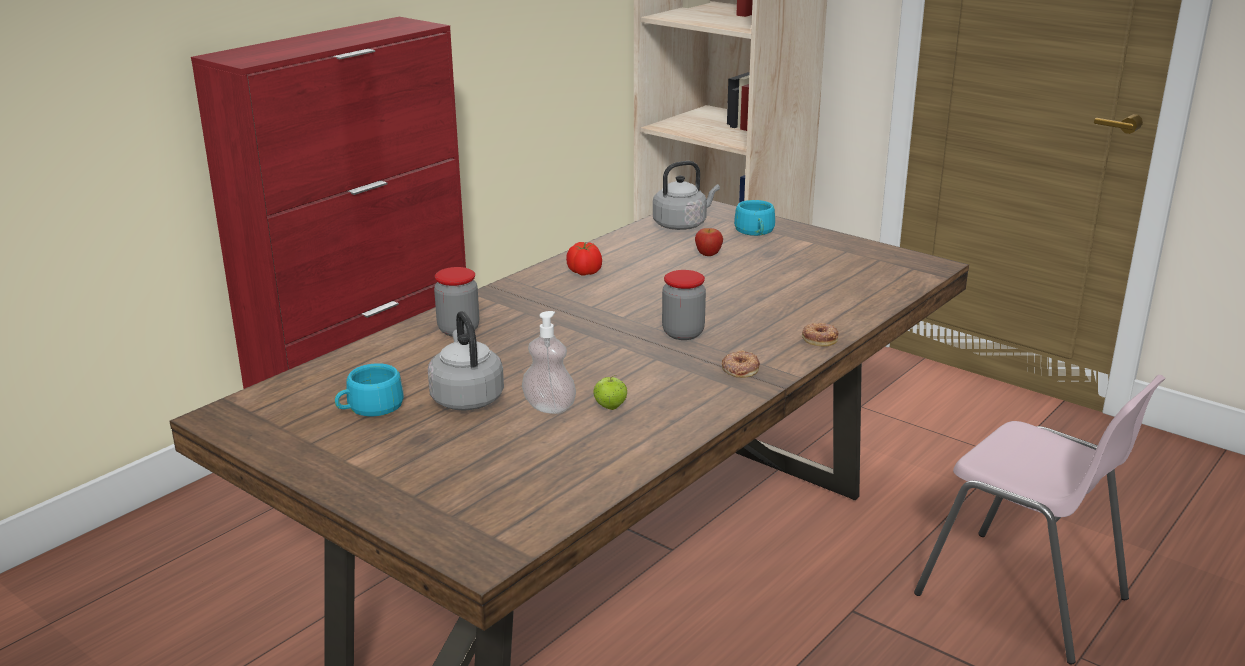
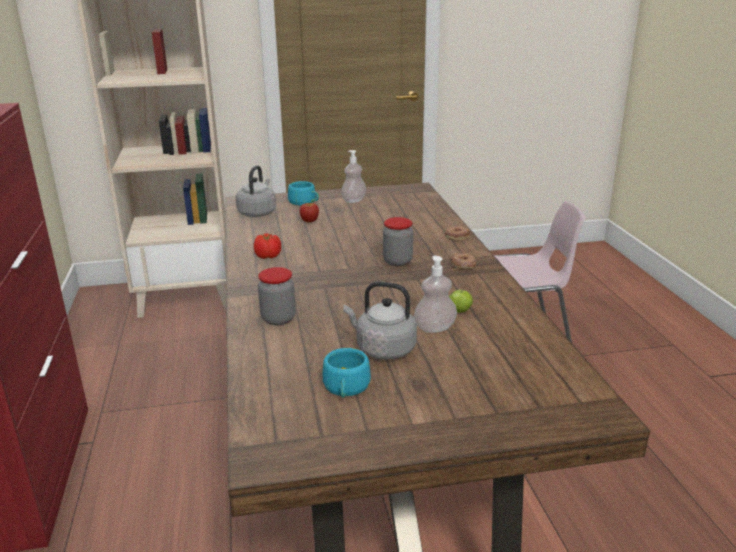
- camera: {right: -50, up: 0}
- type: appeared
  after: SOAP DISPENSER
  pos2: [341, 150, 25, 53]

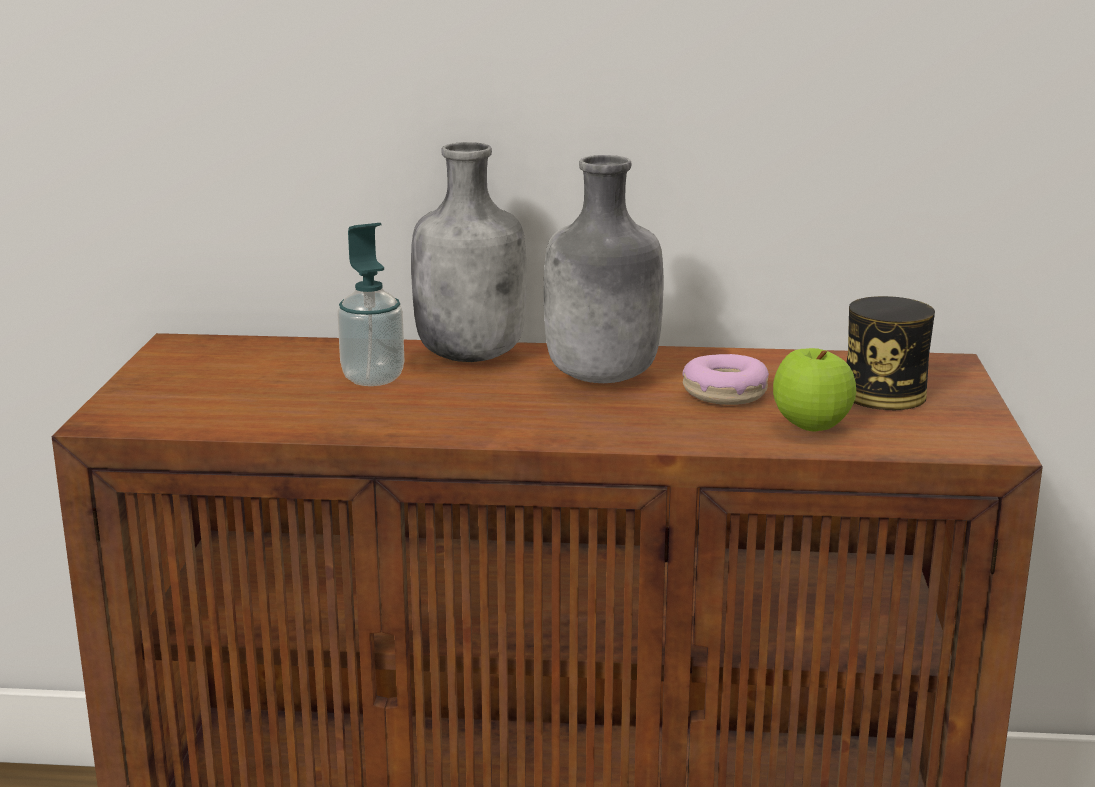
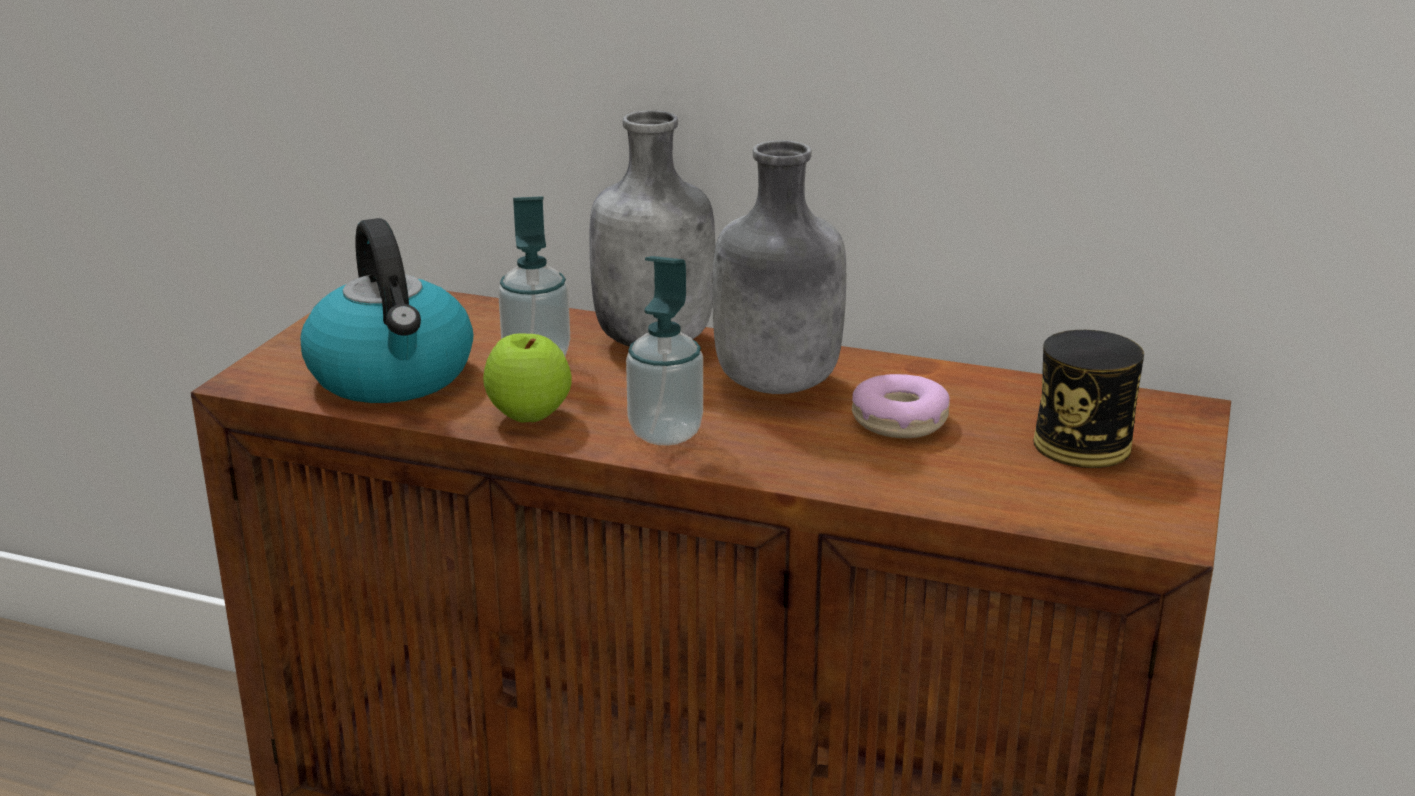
- camera: {right: 15, up: 5}
- type: relocated
  before: APPLE
  pos1: [773, 348, 83, 84]
  pos2: [483, 333, 89, 89]
- type: appeared
  after: TEA KETTLE
  pos2: [301, 218, 172, 185]
- type: appeared
  after: SOAP DISPENSER
  pos2: [626, 256, 77, 190]

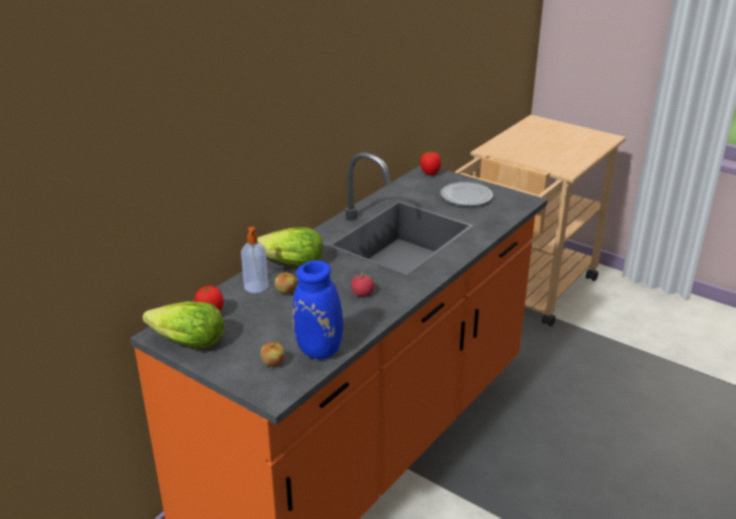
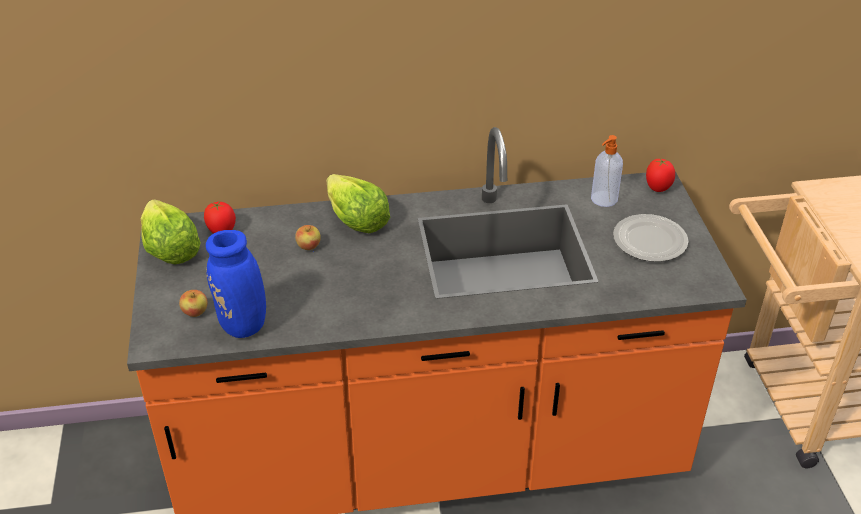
- camera: {right: 45, up: 10}
- type: relocated
  before: SOAP DISPENSER
  pos1: [241, 227, 27, 66]
  pos2: [591, 135, 32, 72]
- type: missing
  before: WHOLE TOMATO
  pos1: [351, 271, 23, 25]

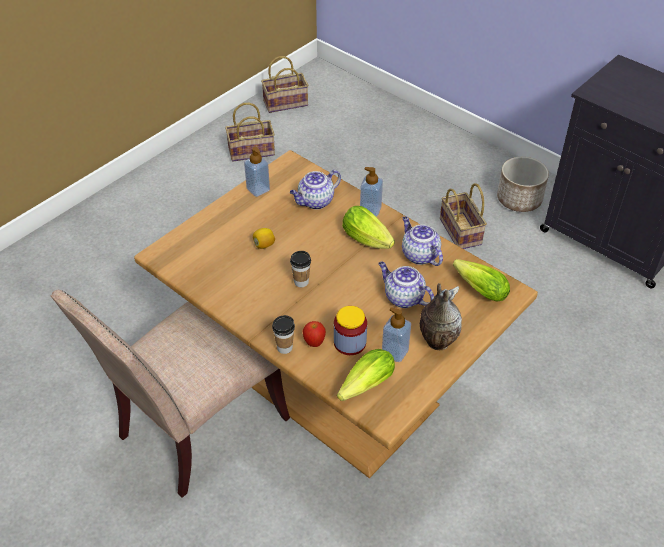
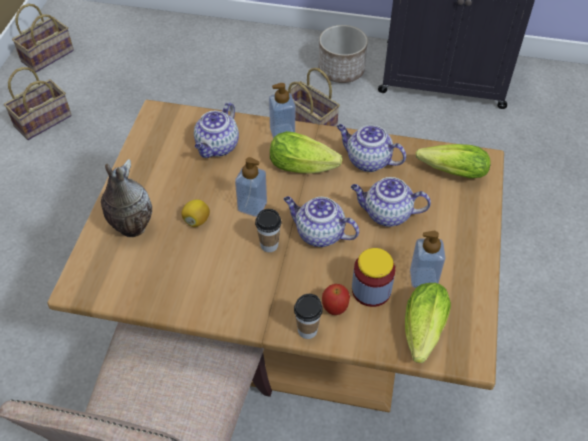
- camera: {right: -30, up: 5}
- type: relocated
  before: SOAP DISPENSER
  pos1: [244, 147, 26, 50]
  pos2: [235, 157, 32, 60]
- type: relocated
  before: FLOWER VASE
  pos1: [420, 283, 42, 67]
  pos2: [101, 159, 51, 78]
- type: appeared
  after: TEAPOT
  pos2: [284, 196, 75, 51]

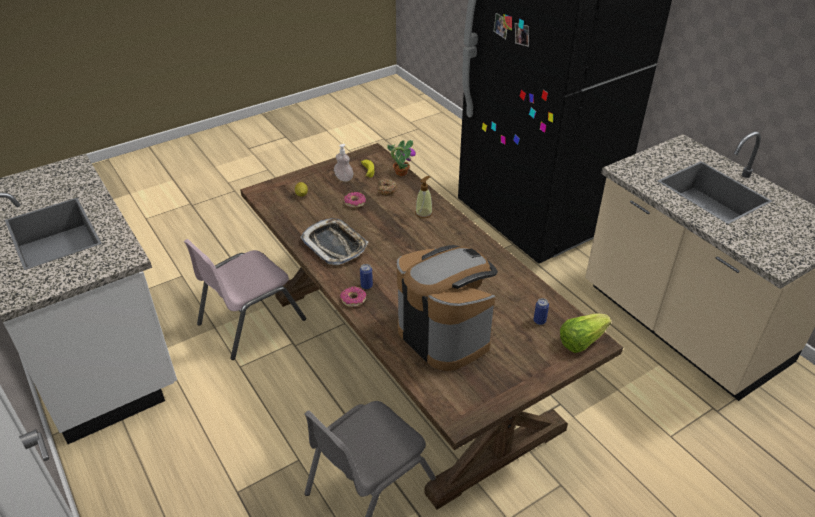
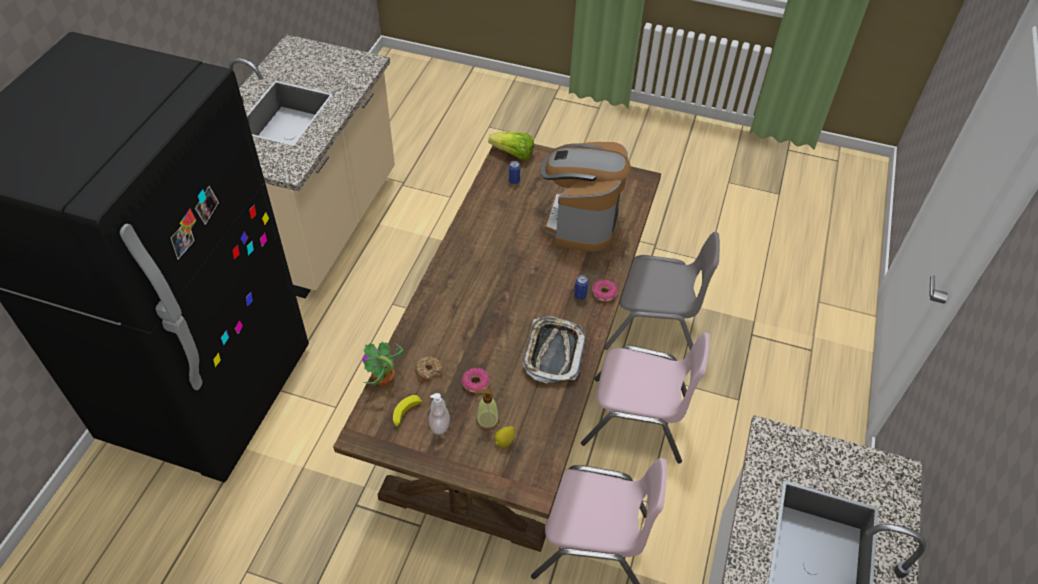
- camera: {right: -130, up: 10}
- type: relocated
  before: SOAP DISPENSER
  pos1: [415, 176, 18, 42]
  pos2: [475, 389, 24, 41]
- type: appeared
  after: PINK PLAIN CHAIR
  pos2: [581, 332, 129, 132]

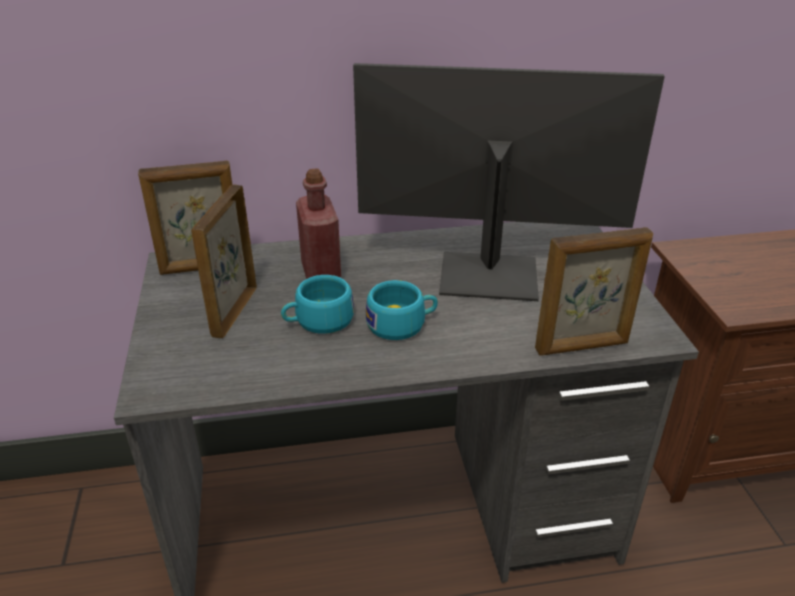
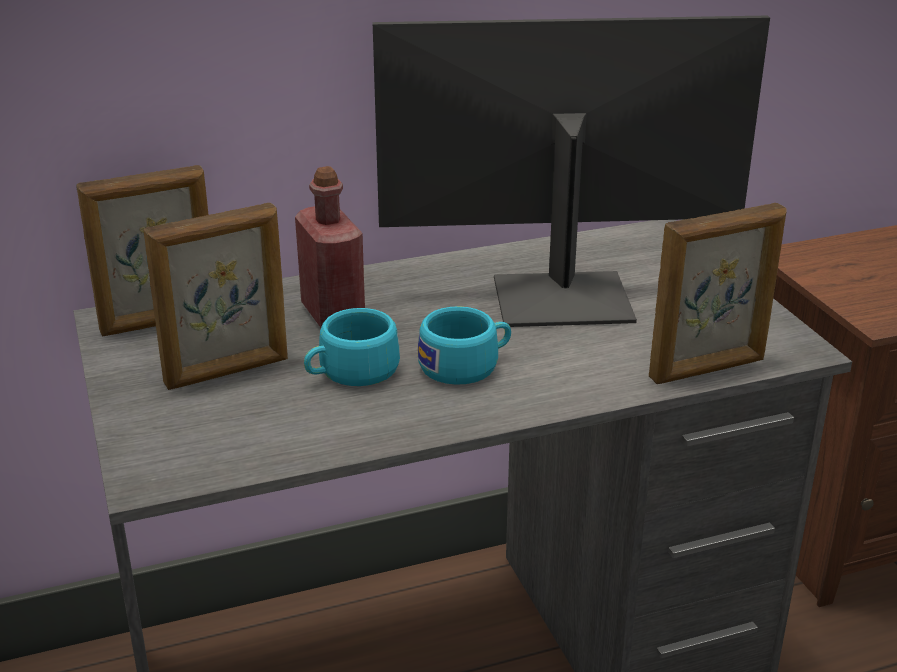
- camera: {right: -10, up: -5}
- type: spun
  before: PHOTO FRAME
  pos1: [191, 185, 66, 153]
  pos2: [143, 203, 145, 187]
  turn: -120

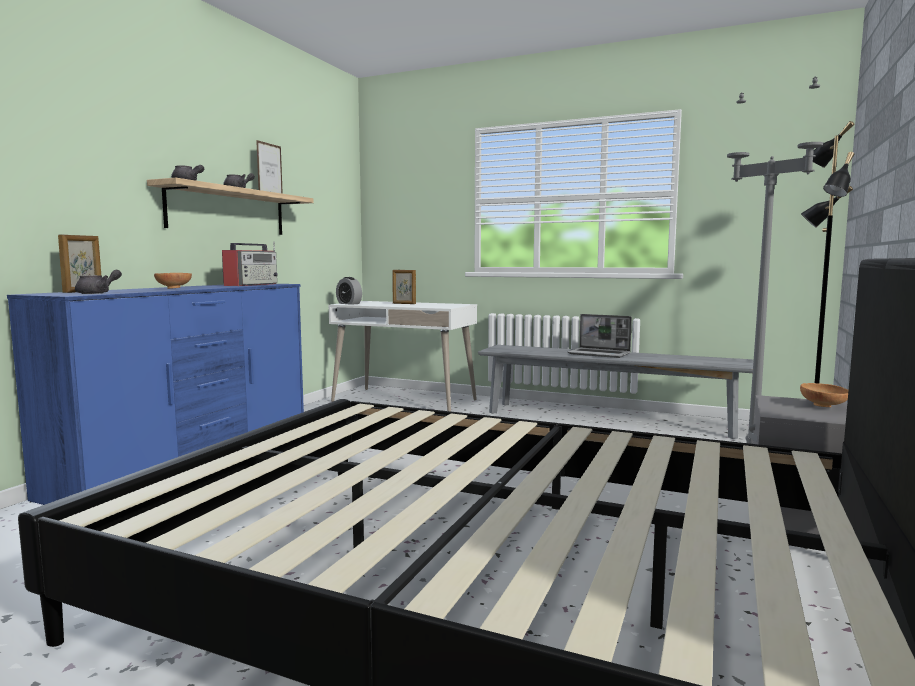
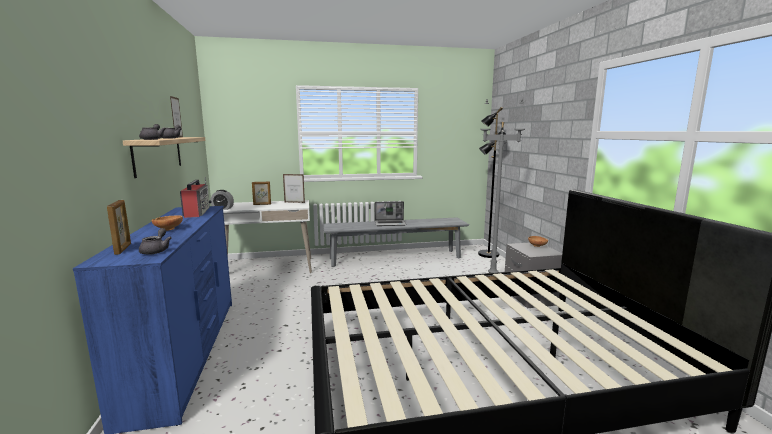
- camera: {right: -35, up: 5}
- type: appeared
  after: PHOTO FRAME
  pos2: [283, 174, 22, 29]

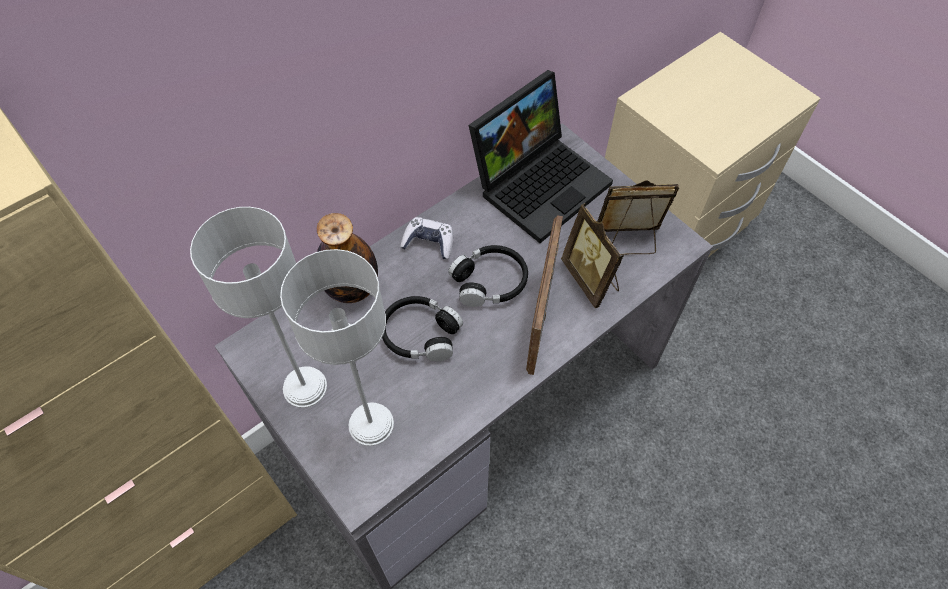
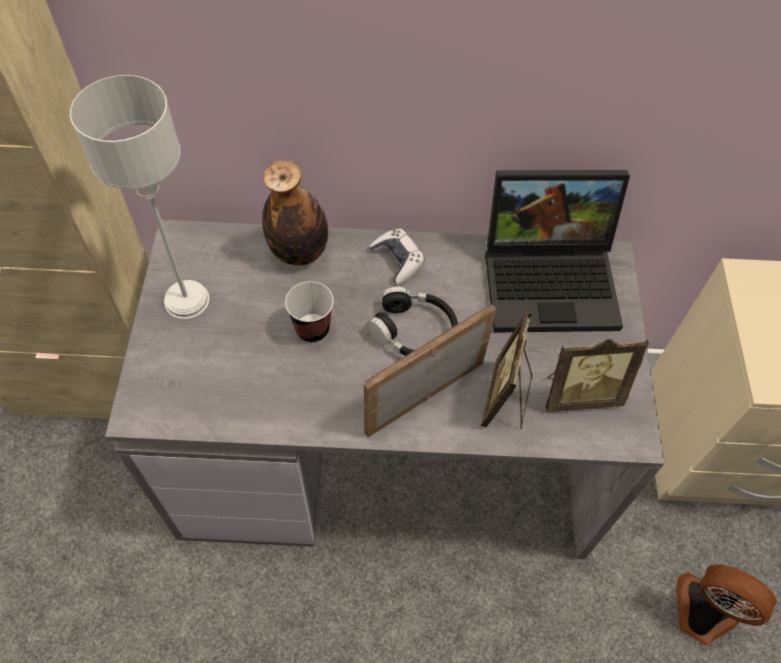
- camera: {right: 40, up: 0}
- type: missing
  before: GREYISH TABLE LAMP
  pos1: [280, 249, 114, 197]
- type: exchanged
  before: BLACKISH HEADSET
  after: CUP
  pos1: [382, 296, 81, 65]
  pos2: [285, 281, 49, 62]
- type: spun
  before: PHOTO FRAME
  pos1: [597, 180, 82, 75]
  pos2: [546, 339, 103, 73]
  turn: 135
- type: appeared
  after: ELECTRIC FAN
  pos2: [676, 564, 101, 81]

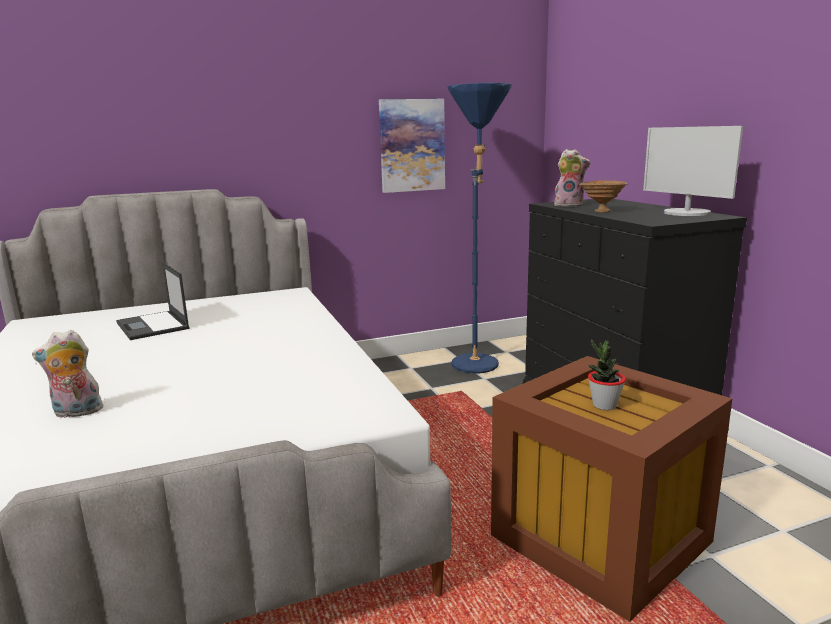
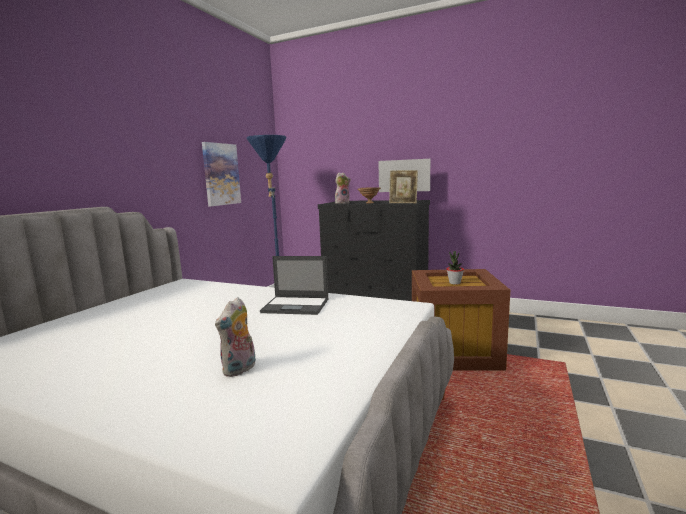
- camera: {right: -45, up: -5}
- type: relocated
  before: LAPTOP
  pos1: [116, 262, 74, 78]
  pos2: [260, 256, 69, 59]
- type: appeared
  after: PHOTO FRAME
  pos2: [389, 170, 29, 33]

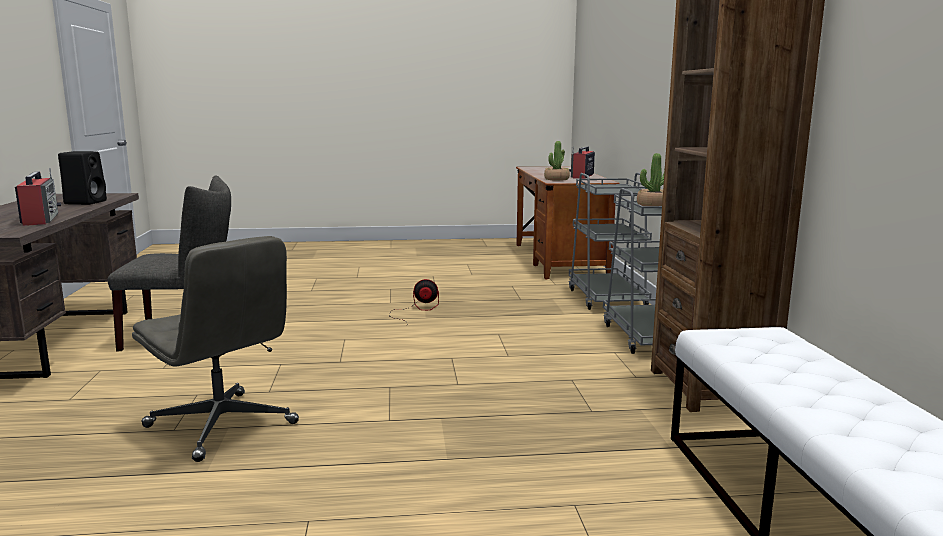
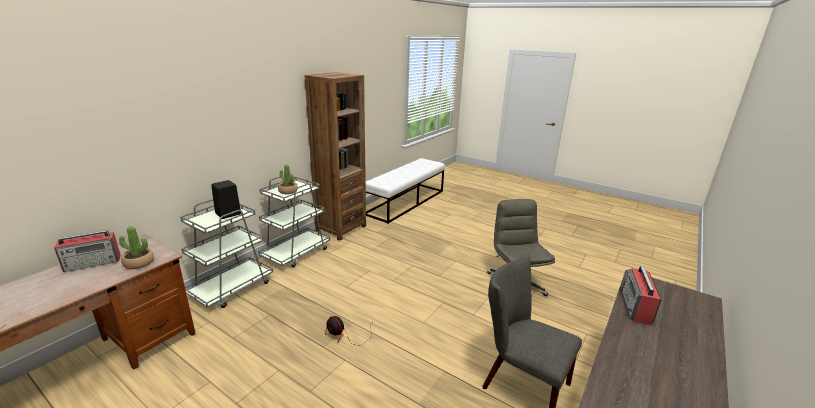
- camera: {right: -140, up: 10}
- type: relocated
  before: BLACKISH SPEAKER
  pos1: [58, 151, 49, 54]
  pos2: [211, 180, 30, 39]

